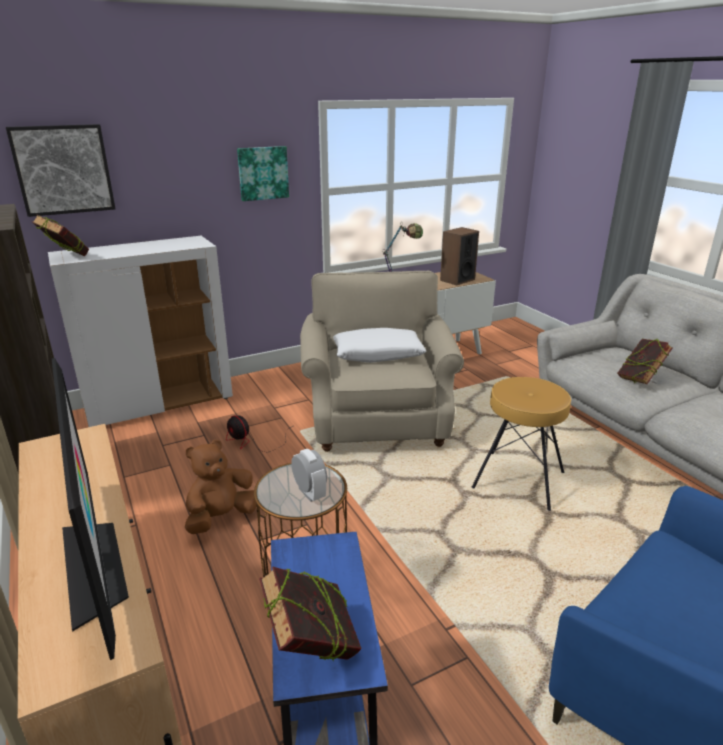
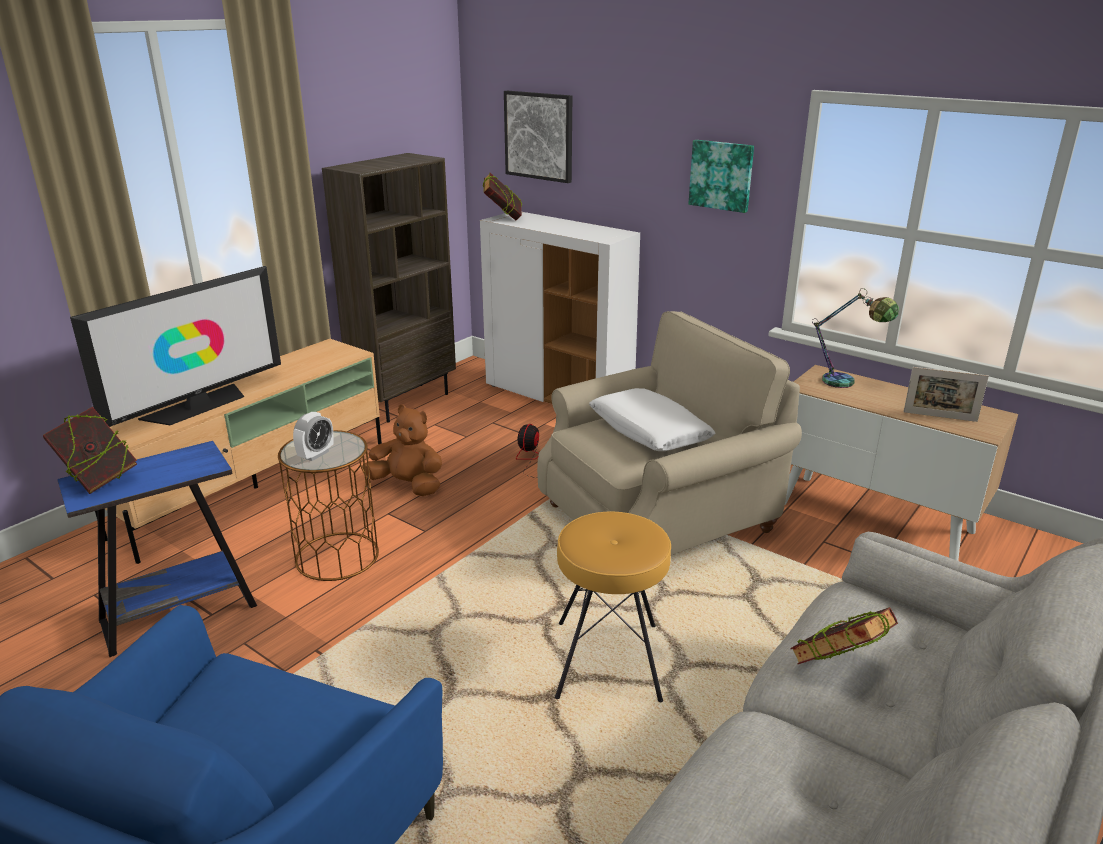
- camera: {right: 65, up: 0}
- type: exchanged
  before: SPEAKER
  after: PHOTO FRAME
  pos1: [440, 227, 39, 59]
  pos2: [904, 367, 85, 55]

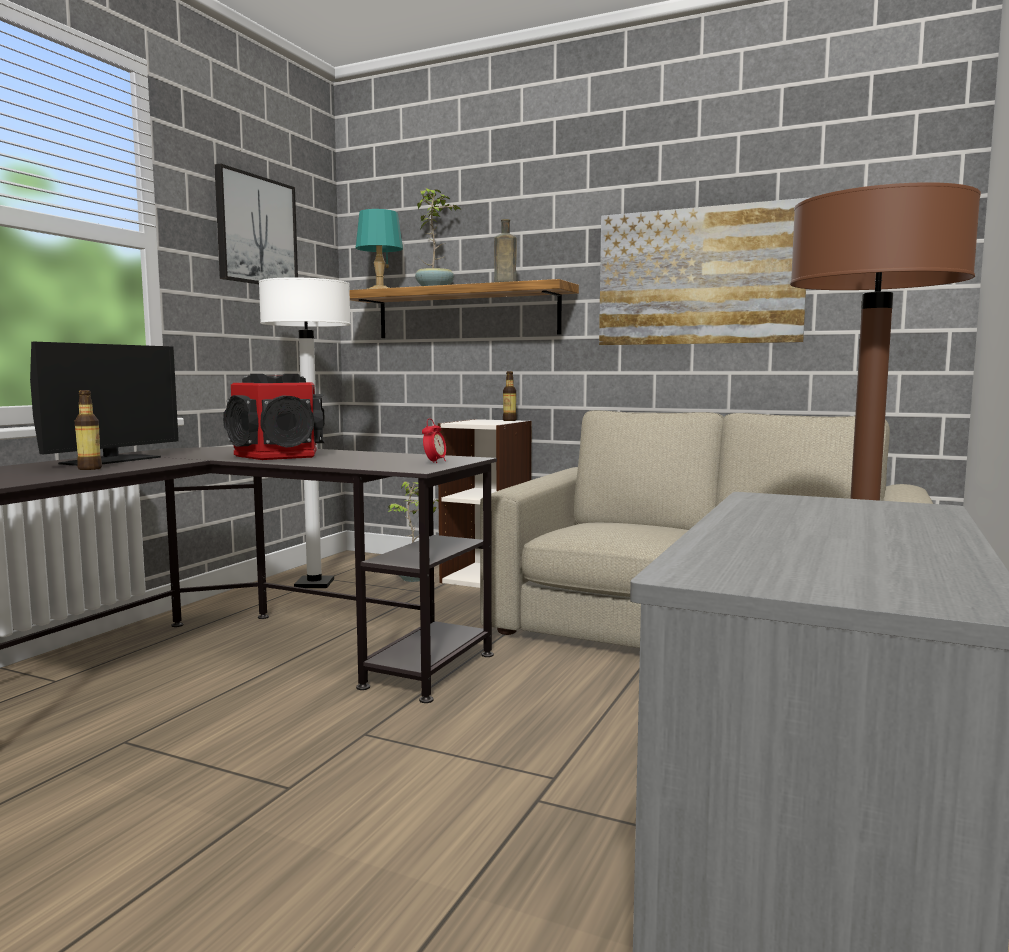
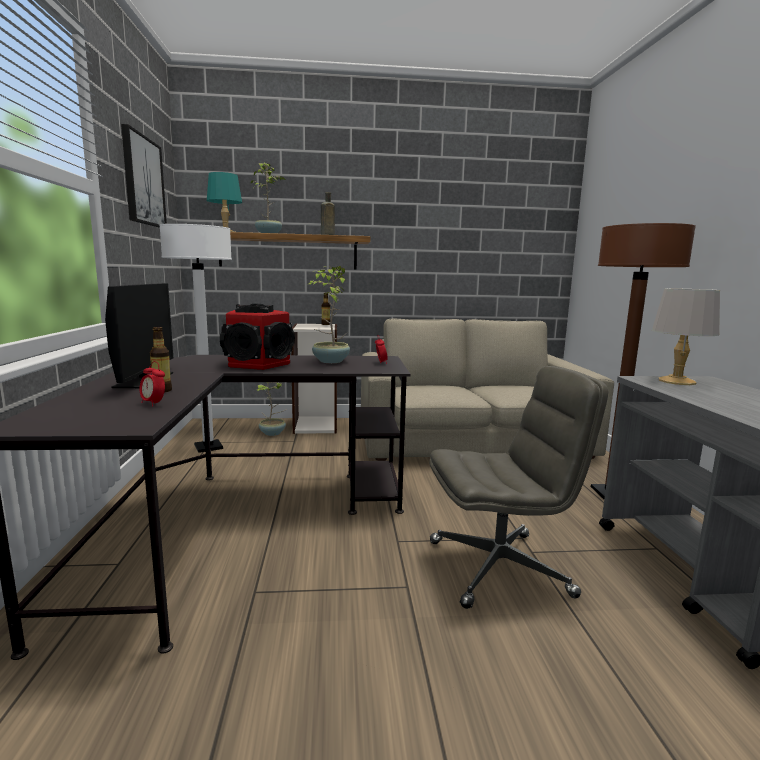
- camera: {right: -30, up: 5}
- type: missing
  before: WALL ART
  pos1: [599, 197, 211, 148]
- type: appeared
  after: ALARM CLOCK
  pos2: [139, 361, 26, 46]
- type: appeared
  after: HOUSEPLANT
  pos2: [309, 266, 41, 97]
- type: appeared
  after: GREYISH DESK CHAIR
  pos2: [429, 366, 179, 243]
- type: appeared
  after: GREYISH TABLE LAMP
  pos2: [652, 288, 68, 97]

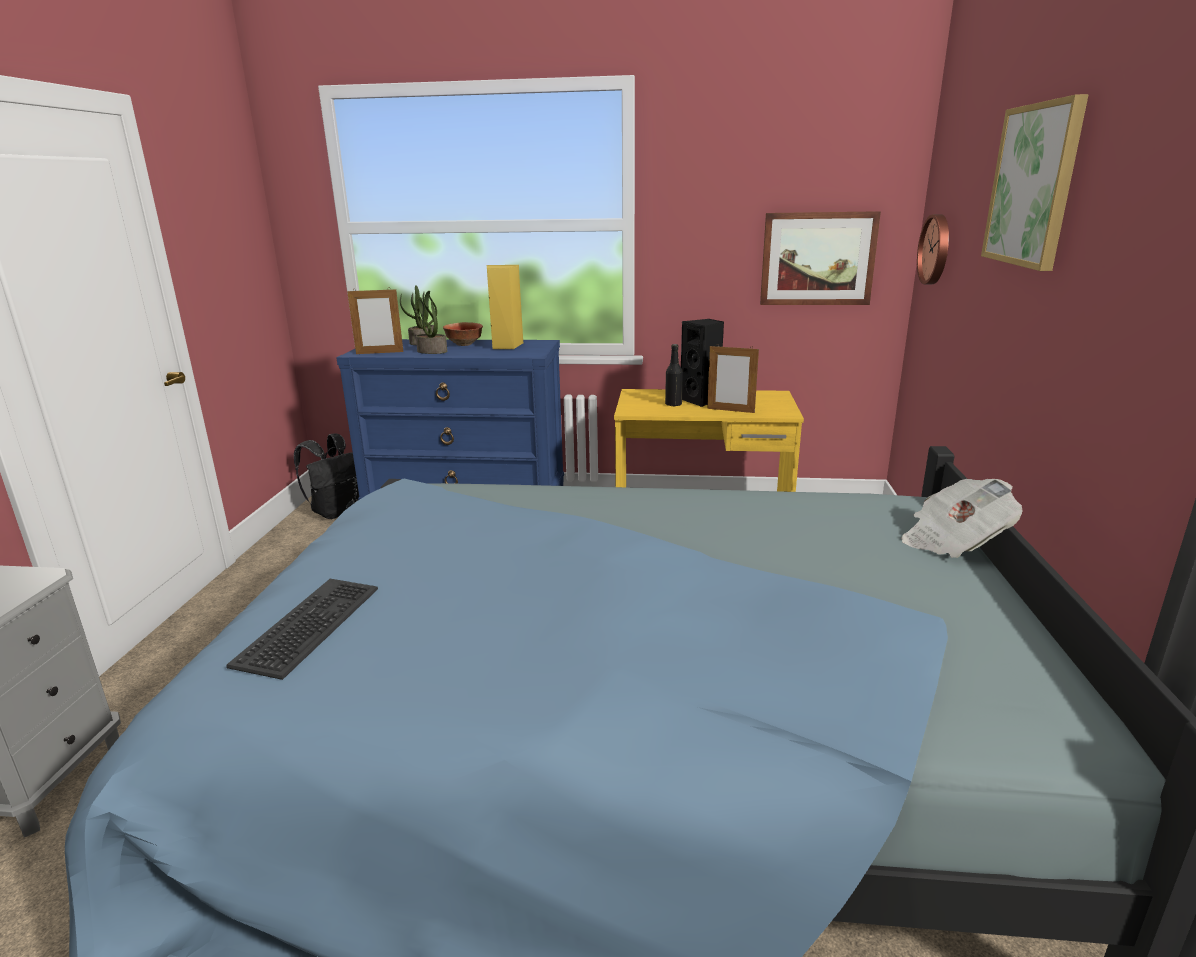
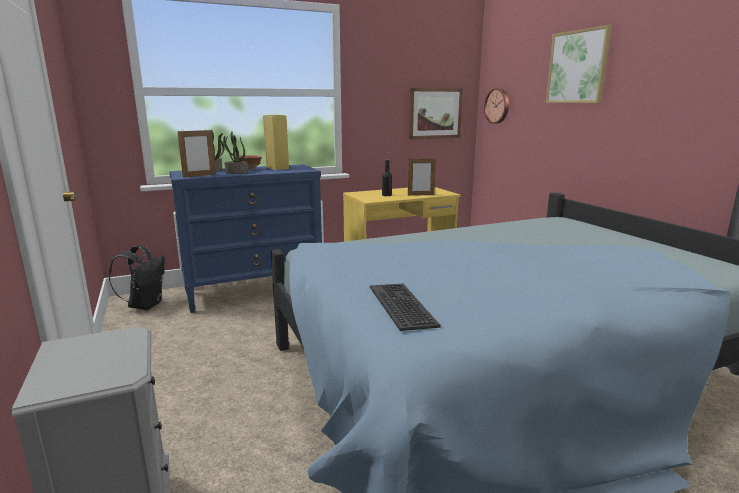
- camera: {right: -30, up: -5}
- type: missing
  before: BLACKISH SPEAKER
  pos1: [681, 319, 43, 88]
- type: missing
  before: PRINTED PAPER
  pos1: [901, 479, 122, 79]

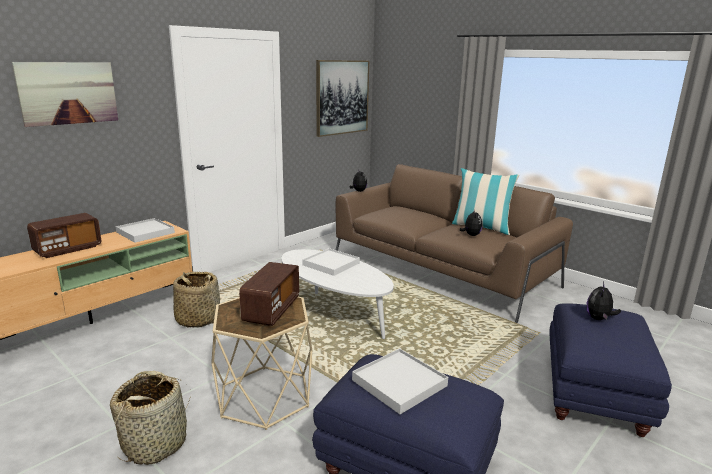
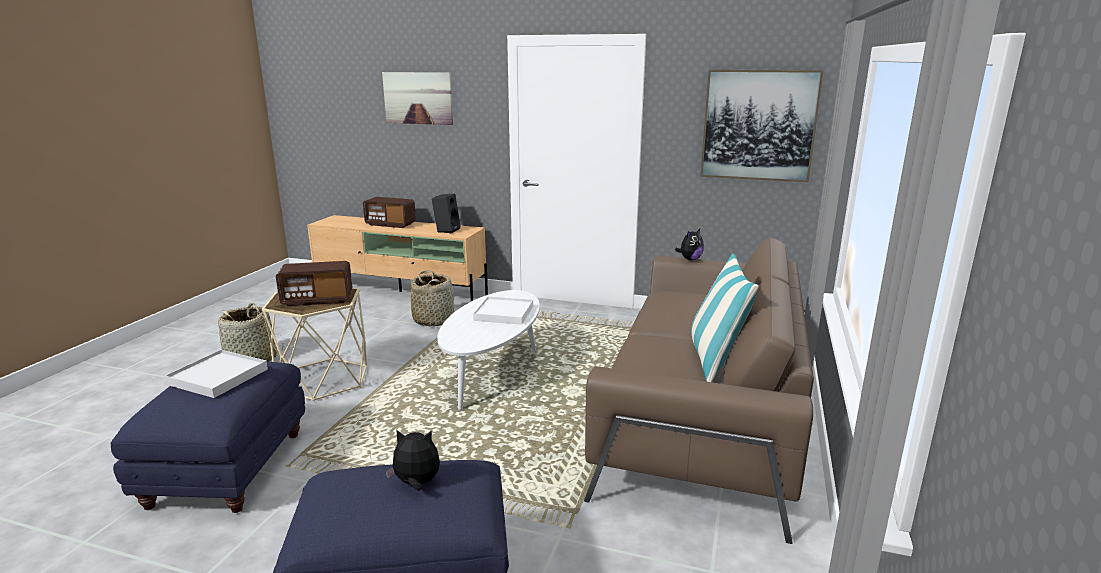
- camera: {right: 65, up: 0}
- type: exchanged
  before: WHITE SERVING TRAY
  after: BLACKISH SPEAKER
  pos1: [115, 218, 60, 25]
  pos2: [432, 194, 28, 39]
- type: missing
  before: CUDDLY TOY
  pos1: [460, 209, 22, 27]

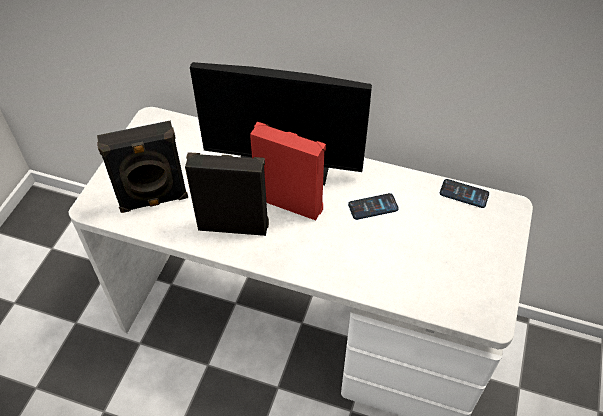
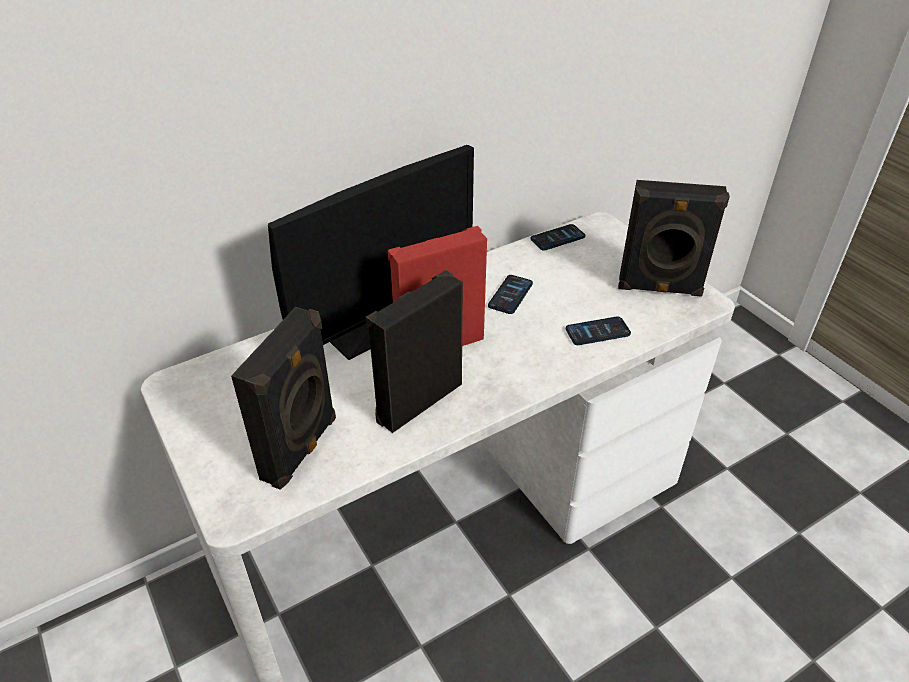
- camera: {right: -50, up: -10}
- type: appeared
  after: HANDSET
  pos2: [566, 317, 65, 28]
- type: appeared
  after: BLACKISH SPEAKER
  pos2: [618, 180, 112, 117]

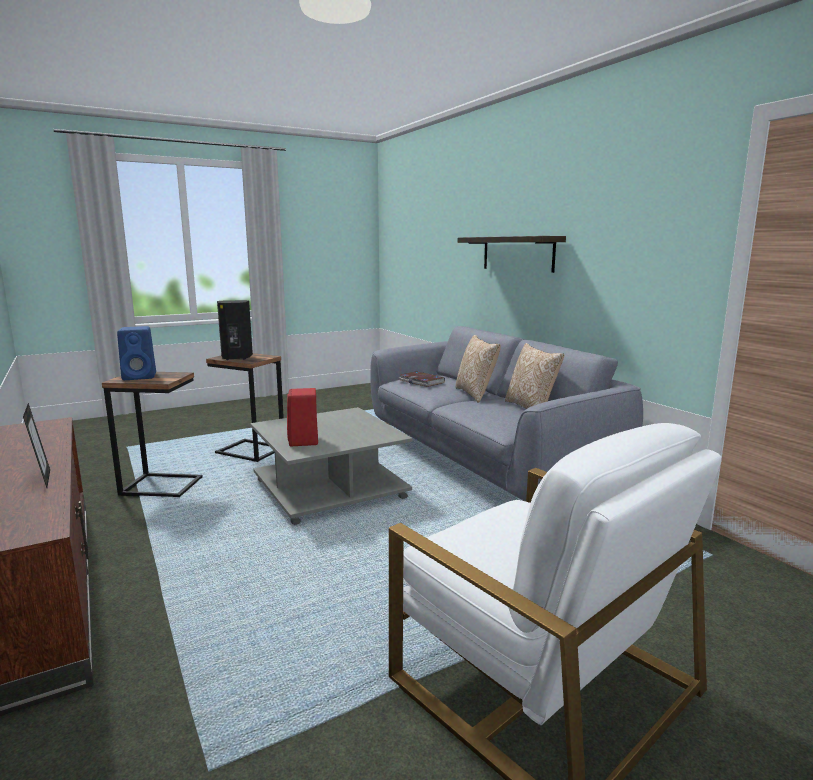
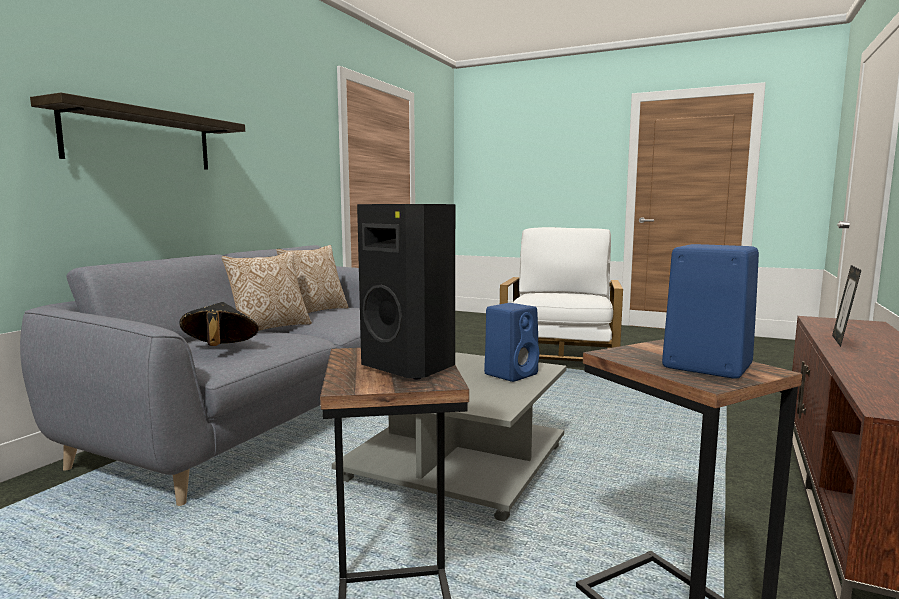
- camera: {right: -125, up: -5}
- type: colour
  before: REDDISH SPEAKER
  after: BLUE-COLOURED SPEAKER
  pos1: [287, 388, 31, 58]
  pos2: [484, 303, 55, 79]
- type: exchanged
  before: VOLUME
  after: BLACKISH WEARABLE HAT
  pos1: [398, 371, 47, 16]
  pos2: [179, 302, 80, 44]

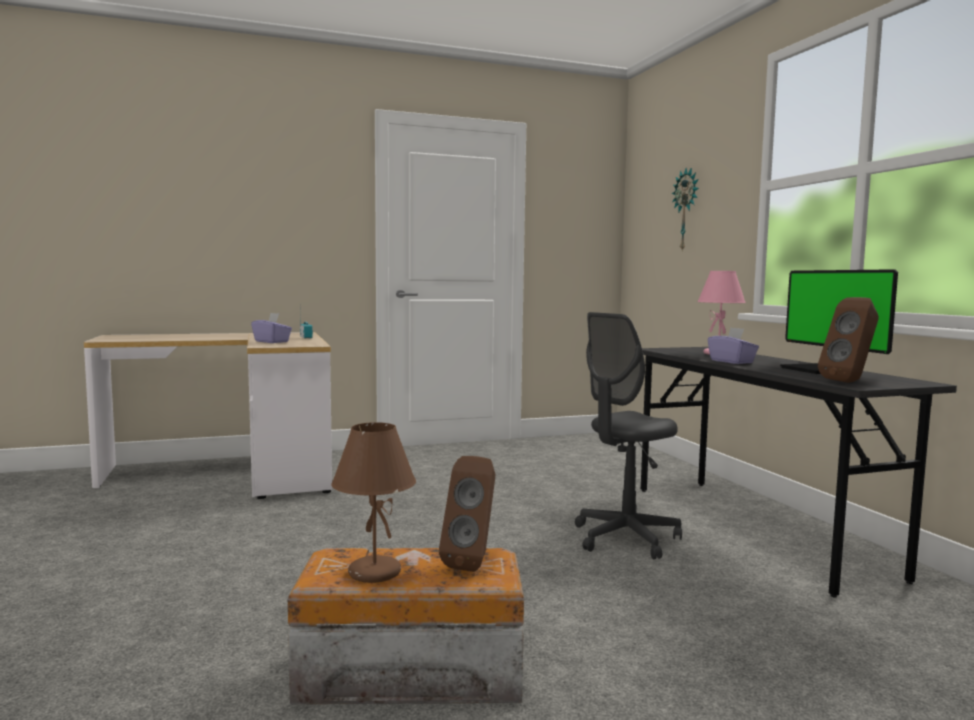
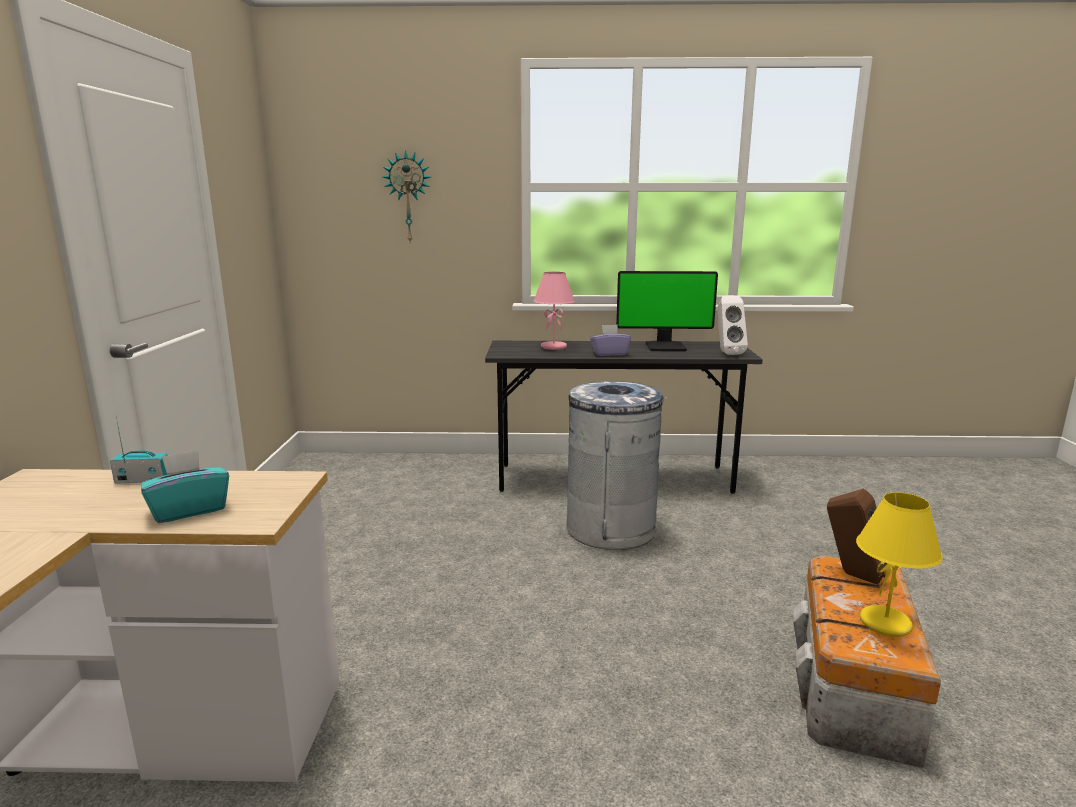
- camera: {right: -70, up: 10}
- type: colour
  before: PURPLISH BOX OF TISSUES
  after: BLUE-GREEN BOX OF TISSUES
  pos1: [251, 313, 41, 30]
  pos2: [141, 450, 88, 73]
- type: colour
  before: BROWN TABLE LAMP
  after: YELLOW TABLE LAMP
  pos1: [331, 422, 85, 161]
  pos2: [856, 492, 87, 145]
- type: exchanged
  before: GREYISH DESK CHAIR
  after: GREYISH RUBBISH BIN
  pos1: [575, 312, 107, 247]
  pos2: [566, 381, 101, 169]
- type: colour
  before: BROWN SPEAKER
  after: WHITE SPEAKER
  pos1: [818, 297, 61, 86]
  pos2: [717, 295, 31, 60]

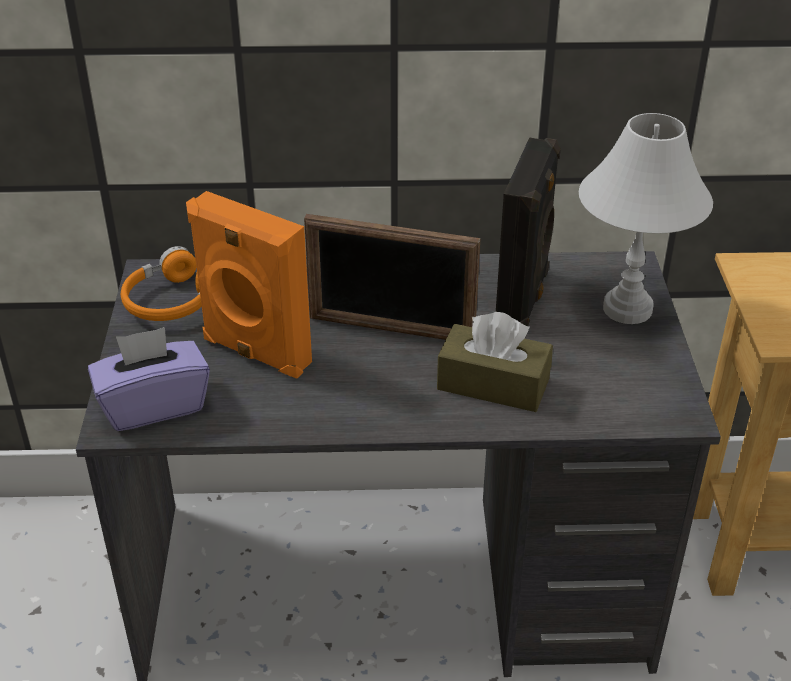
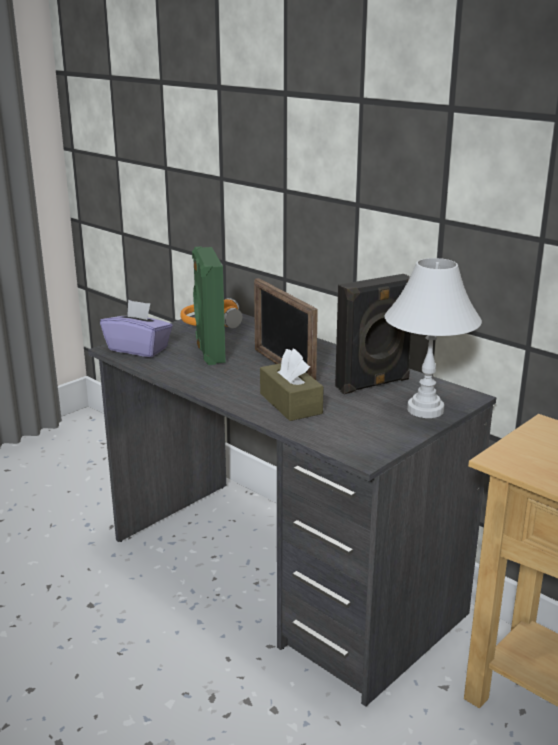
- camera: {right: 45, up: -15}
- type: colour
  before: ORANGE SPEAKER
  after: GREENISH SPEAKER
  pos1: [186, 191, 126, 188]
  pos2: [192, 246, 34, 119]

